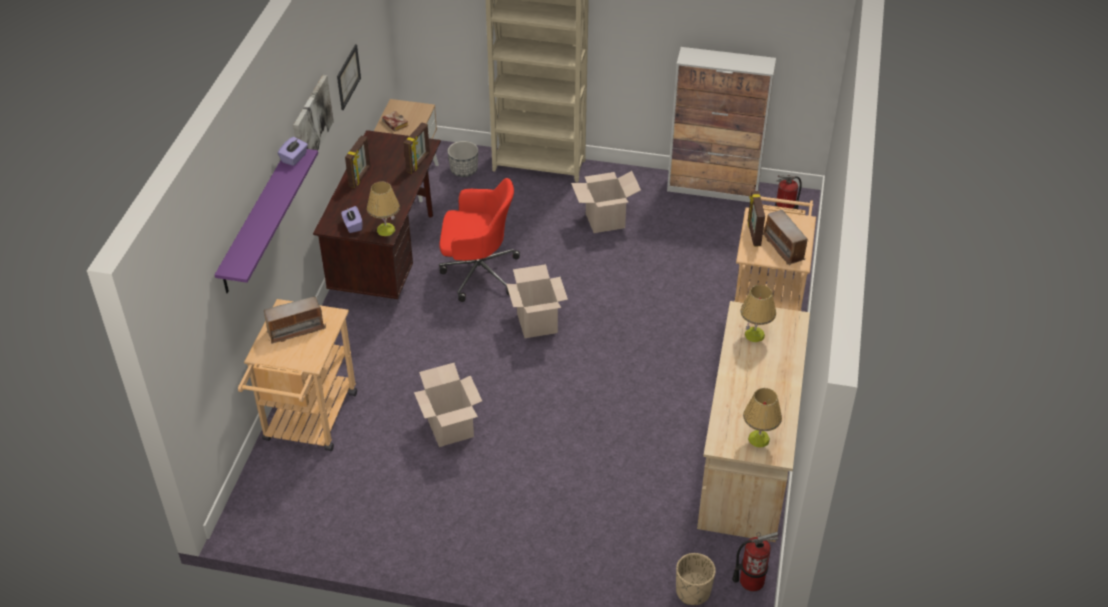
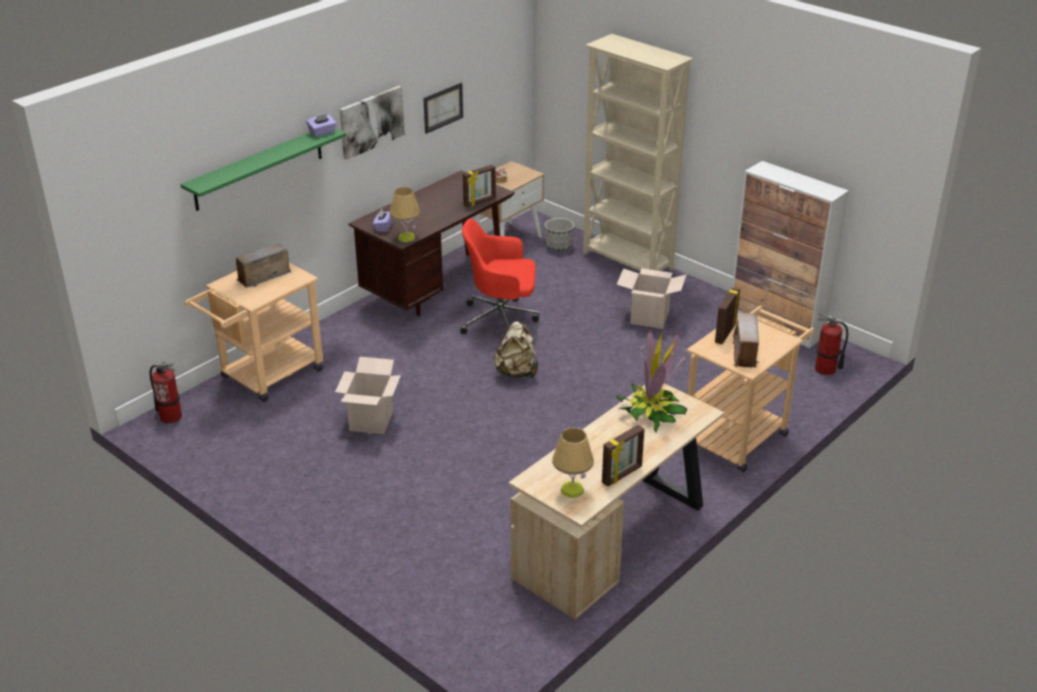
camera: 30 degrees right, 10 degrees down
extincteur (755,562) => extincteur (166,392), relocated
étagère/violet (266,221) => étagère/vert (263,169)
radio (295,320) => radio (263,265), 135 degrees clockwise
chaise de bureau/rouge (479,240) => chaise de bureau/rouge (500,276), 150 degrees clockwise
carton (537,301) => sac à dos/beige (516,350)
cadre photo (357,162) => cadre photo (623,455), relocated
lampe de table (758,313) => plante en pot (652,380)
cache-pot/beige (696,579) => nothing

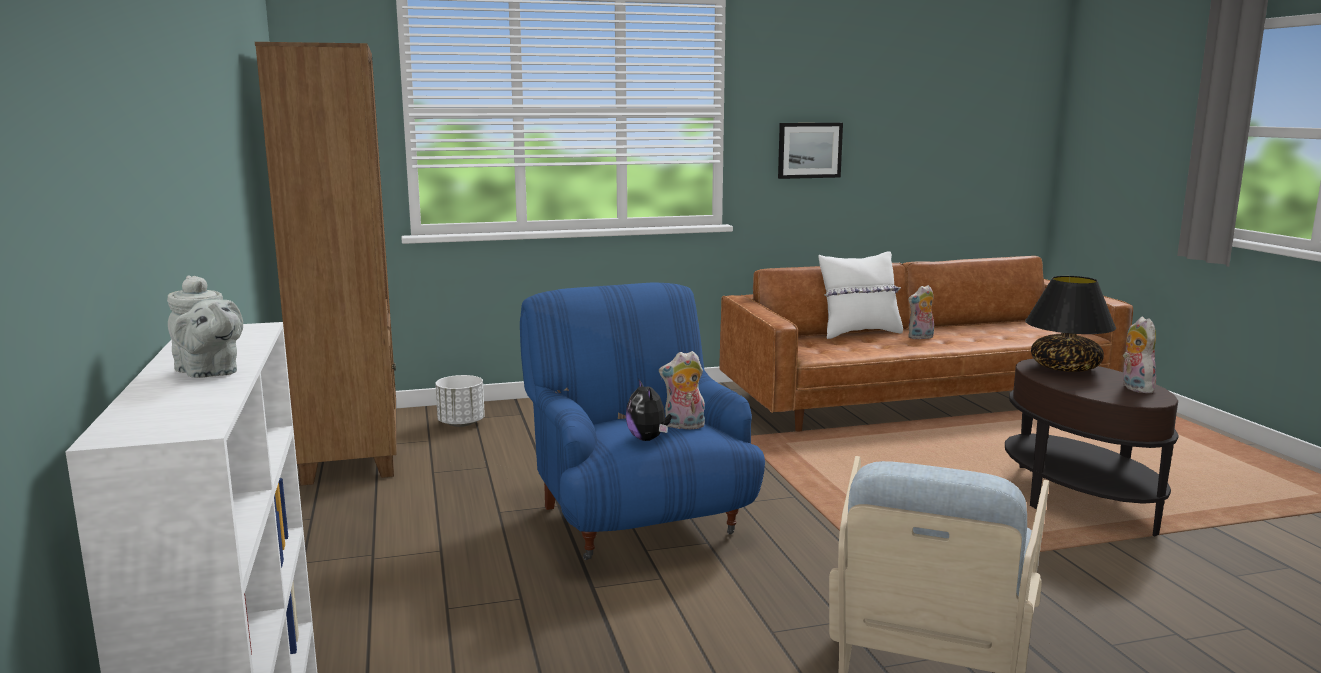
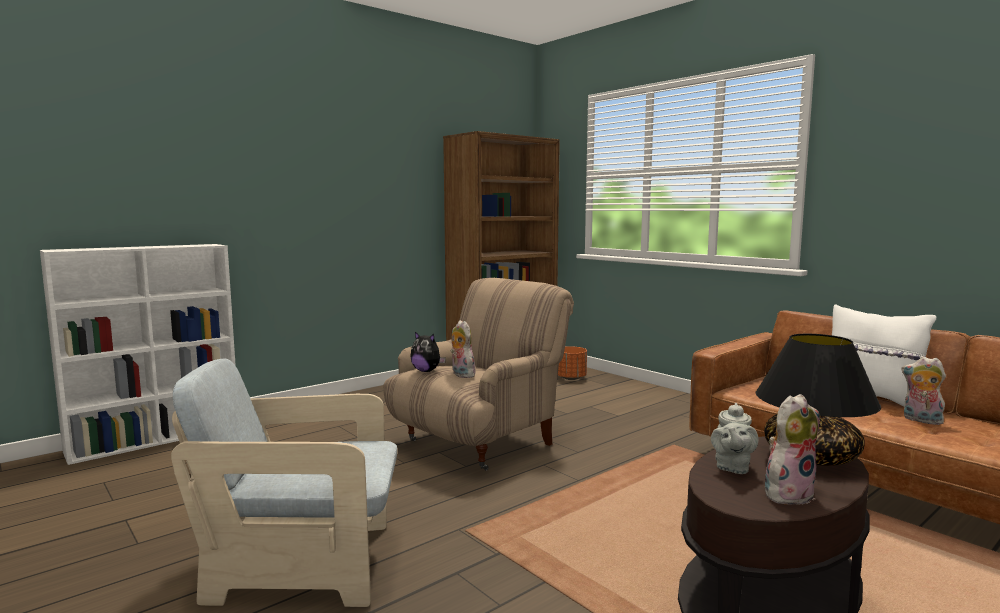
camera: 65 degrees right, 5 degrees down
fauteuil/bleu (642,421) => fauteuil/beige (478,374)
peluche (649,409) => peluche (428,352), 105 degrees counterclockwise
cache-pot/blanc (460,401) => cache-pot/orange (572,363)
théière/gris (205,326) => théière/gris (735,438), relocated
tableau (810,151) => nothing

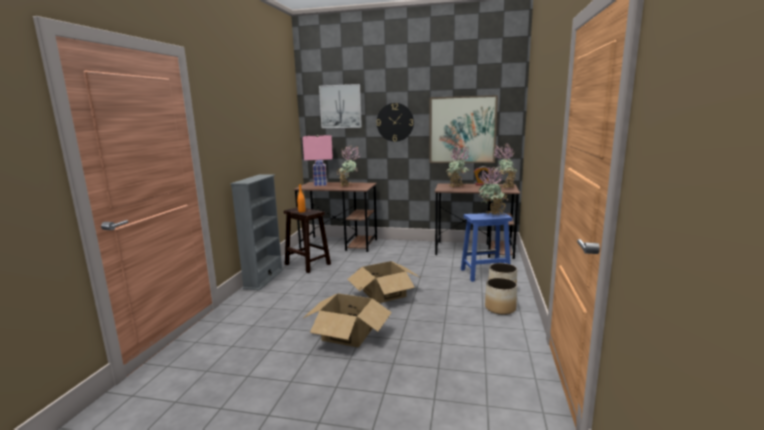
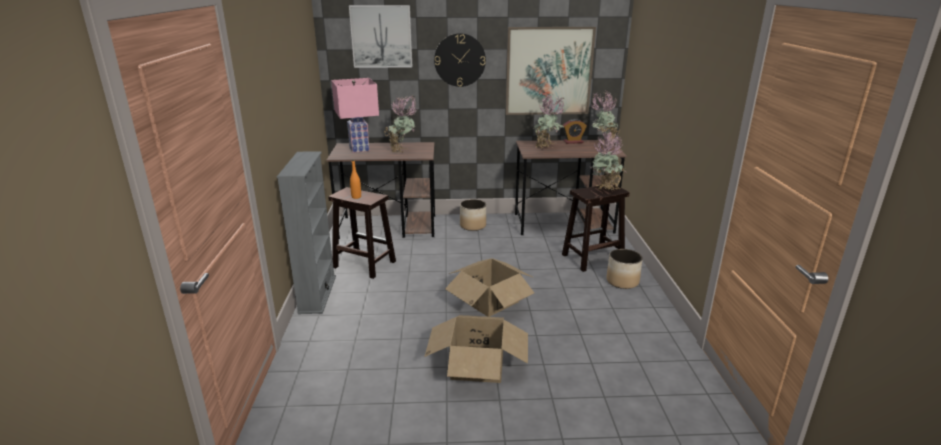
camera: 15 degrees left, 10 degrees up
cache-pot (501,296) => cache-pot (473,215), relocated
tabouret/bleu (486,247) => tabouret/marron (595,227)

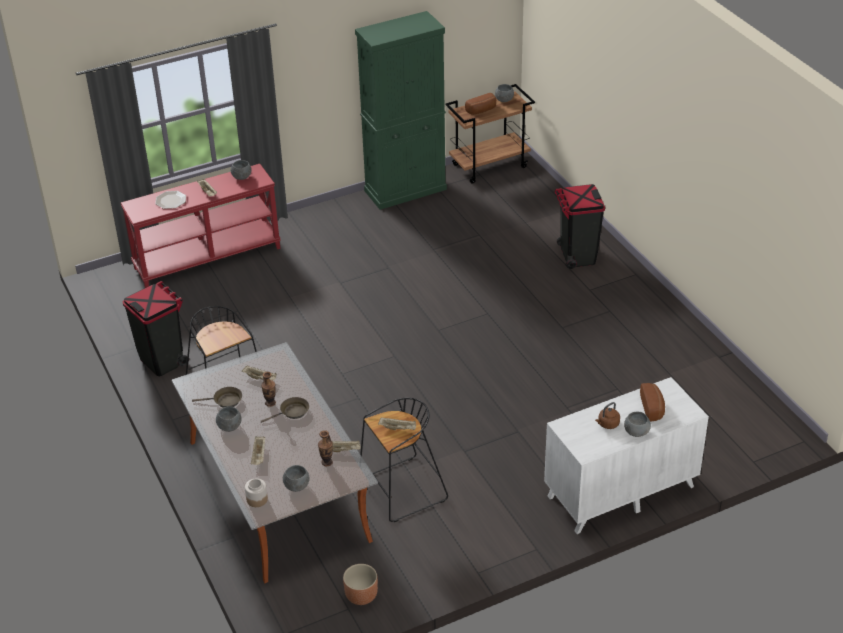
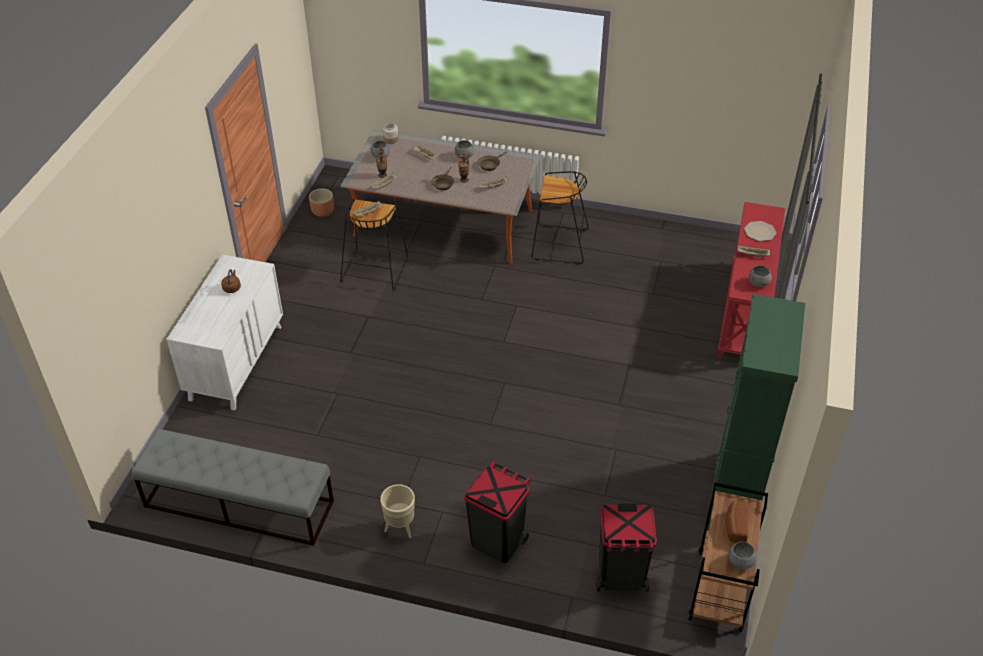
camera: 130 degrees right, 5 degrees up
nothing => banc/gris (233,487)
nothing => cache-pot/beige (397,511)
poubelle/noir (156,328) => poubelle/noir (626,547), relocated
bol/gris (637,424) => nothing
pain (652,402) => nothing

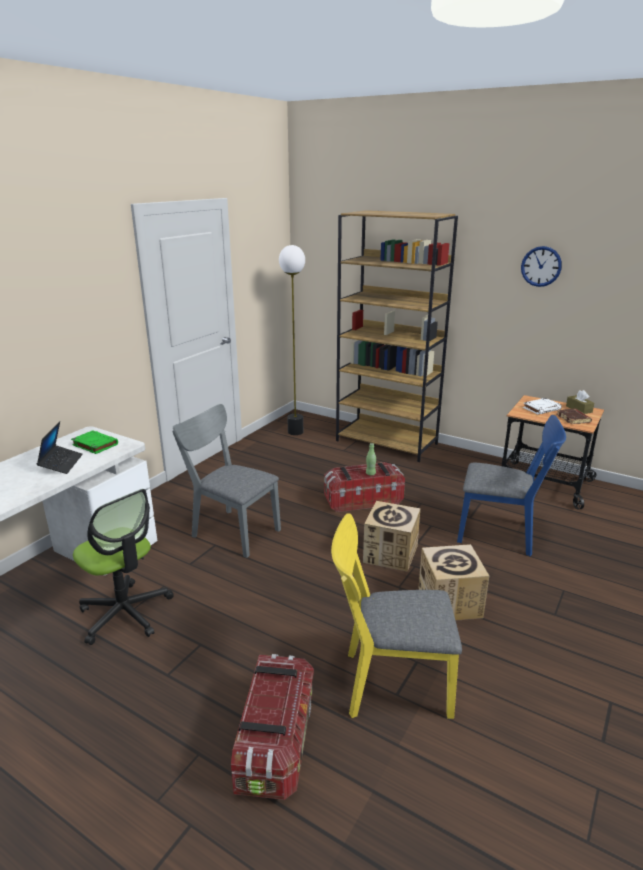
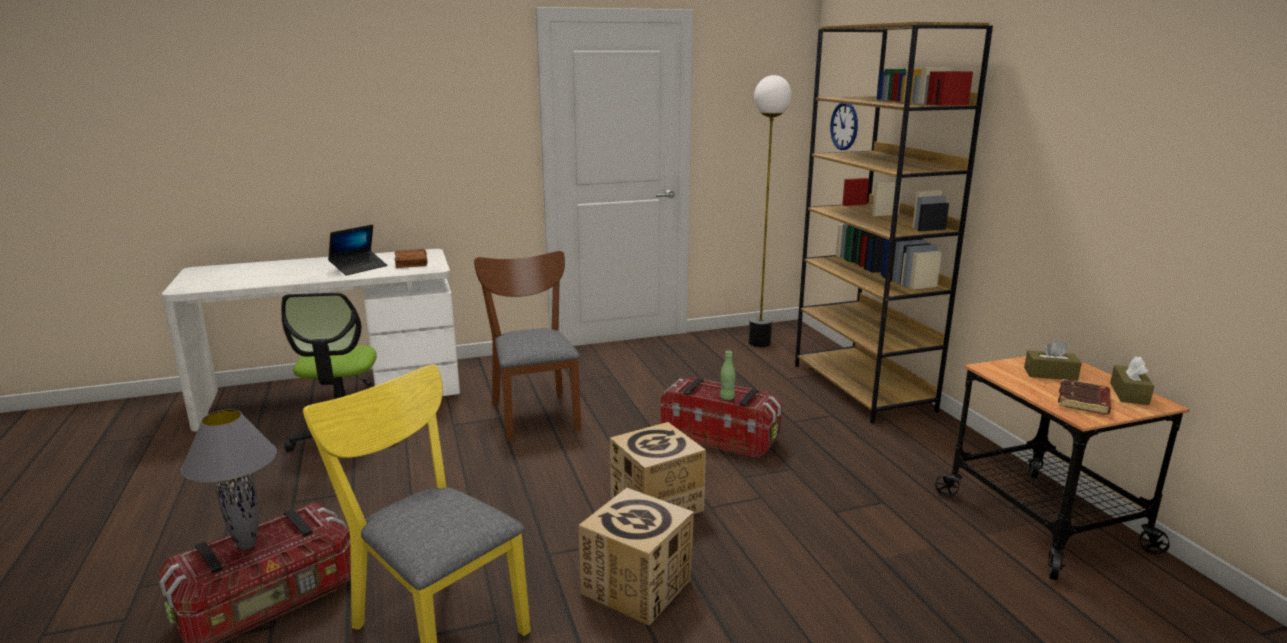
camera: 40 degrees right, 5 degrees down
nothing => lampe de table/gris (229,479)
livre/vert (94,442) => livre/marron (411,258)
chaise/gris (226,481) => chaise/marron (527,346)
horloge murale (541,266) => horloge murale (844,126), relocated
livre/blanc (542,406) => boîte à mouchoirs/marron (1053,360)
chaise/bleu (511,485) => nothing

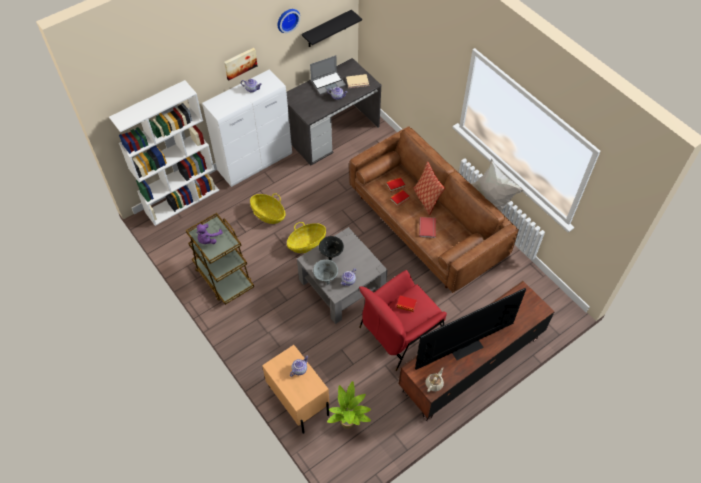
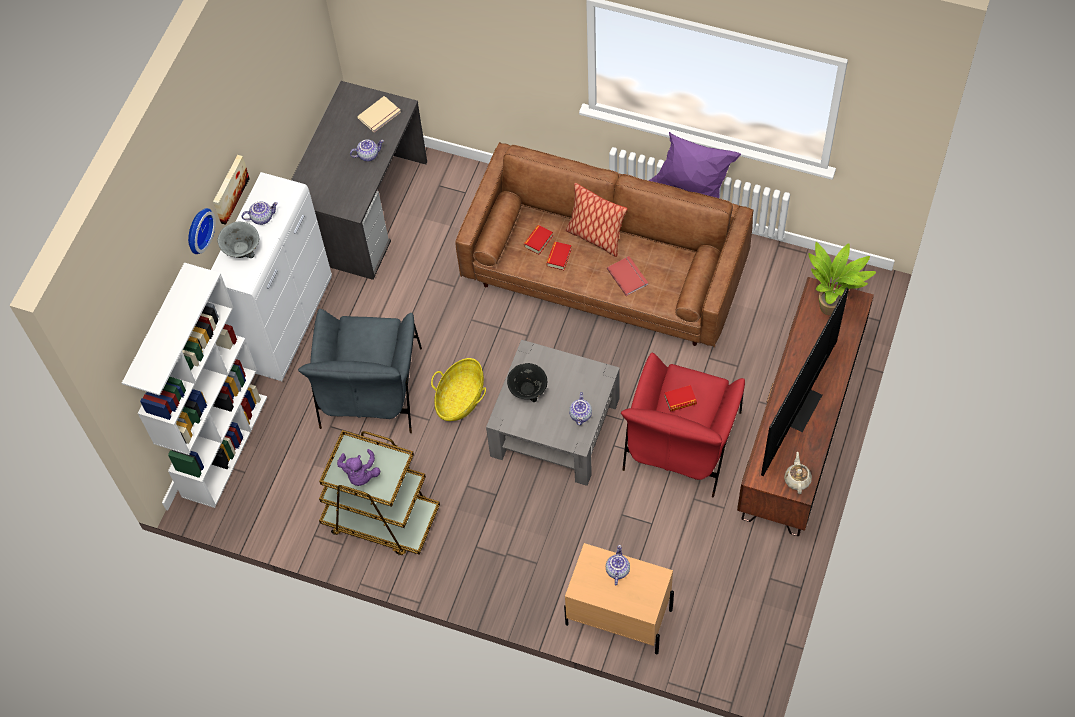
camera: 30 degrees left, 5 degrees up
horloge murale (288,21) => horloge murale (202,231), relocated
bol/gris (325,272) => bol/gris (238,240), relocated
panier (267,208) => fauteuil/gris (360,371)
coussin/blanc (496,185) => coussin/violet (695,165)
plante en pot (349,405) => plante en pot (842,278), relocated
étagère/noir (332,28) => nothing
ordinateur portable (328,75) => nothing

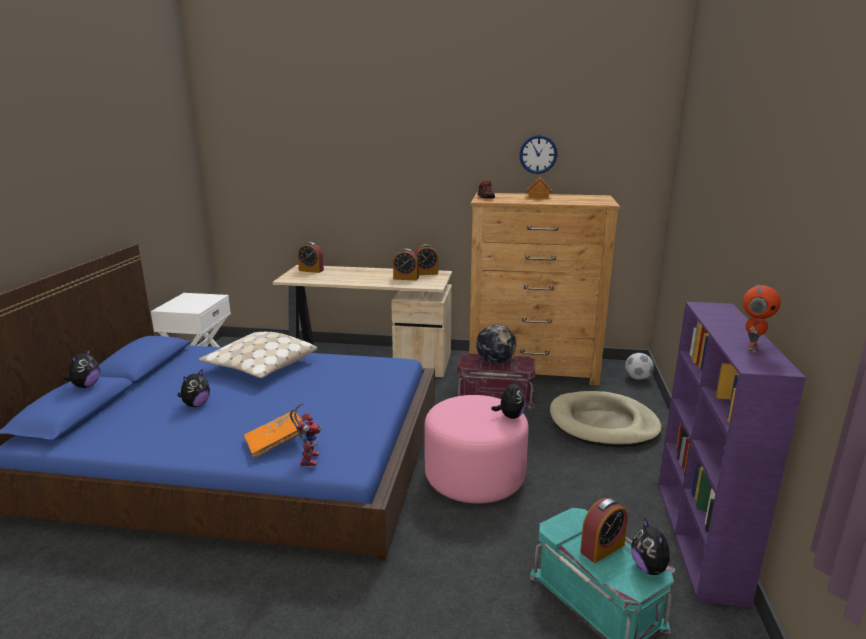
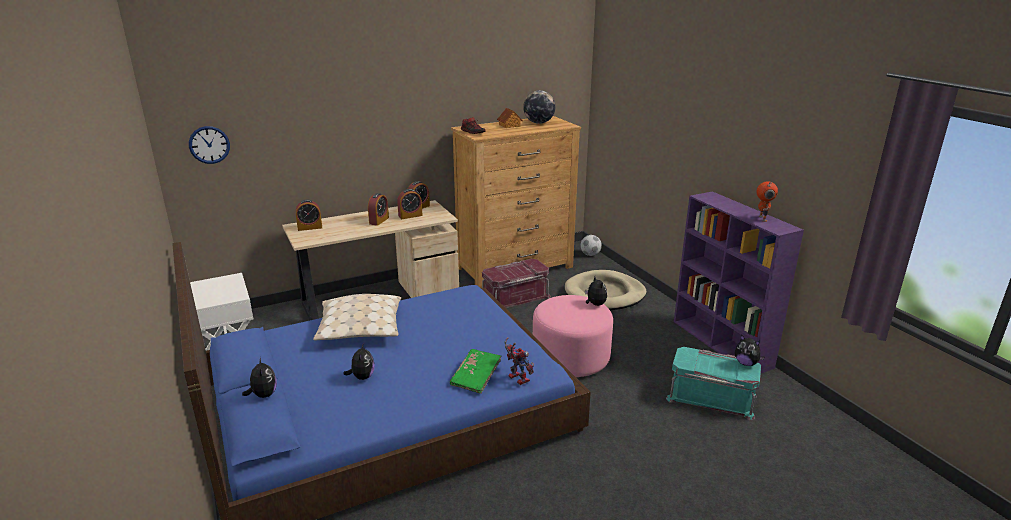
camera: 35 degrees left, 5 degrees up
horloge murale (538,154) => horloge murale (209,145), relocated
réveil (604,530) => réveil (378,209), relocated
livre/orange (273,434) => livre/vert (476,371)
globe (496,344) => globe (539,107), relocated

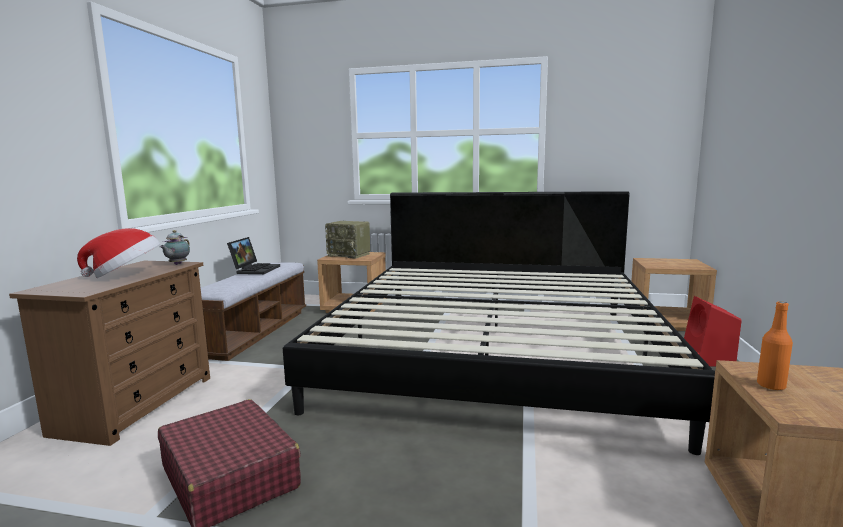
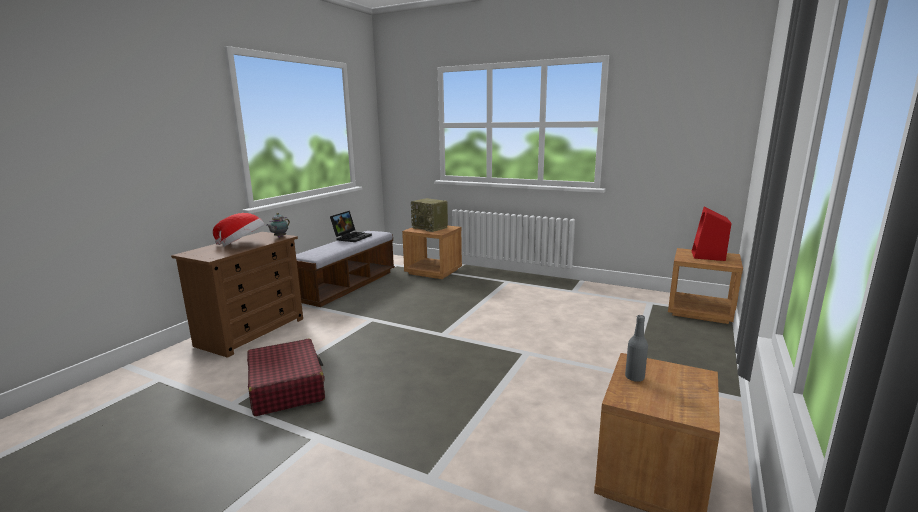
camera: 15 degrees right, 5 degrees up
bouteille/orange (775,345) => bouteille/gris (636,348)
enceinte/rouge (713,331) => enceinte/rouge (711,234), relocated
lit (499,323) => nothing

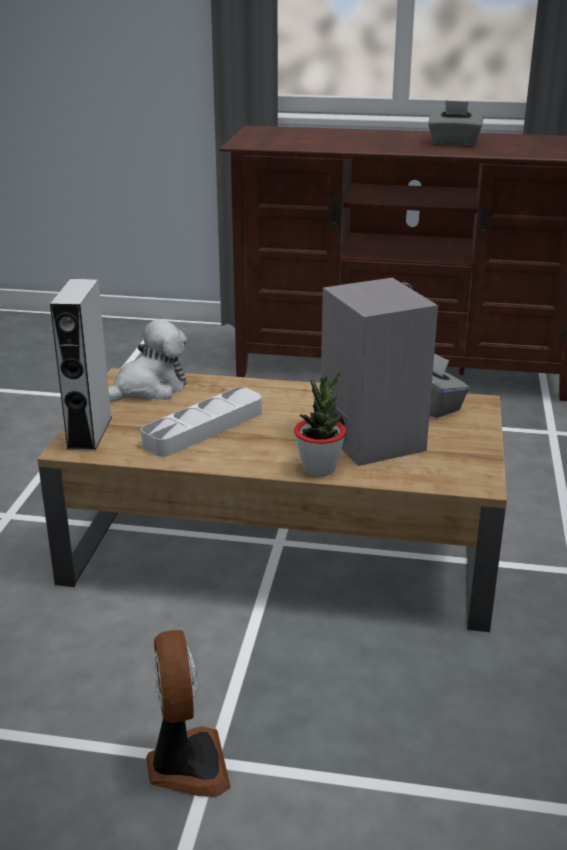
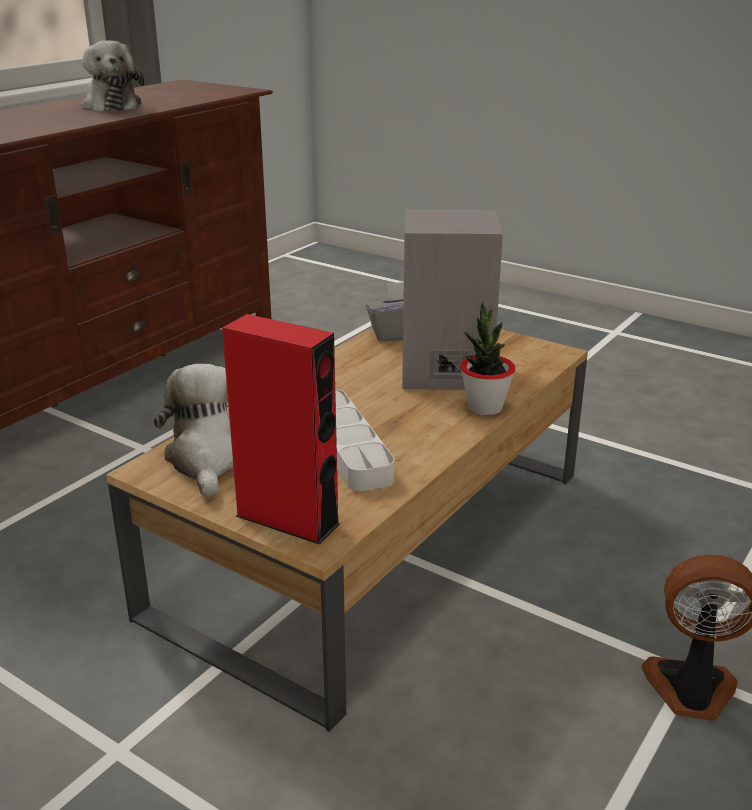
camera: 65 degrees left, 0 degrees up
boîte à mouchoirs/gris (456,123) => peluche (112,76)
enceinte/gris (81,365) => enceinte/rouge (281,429)

